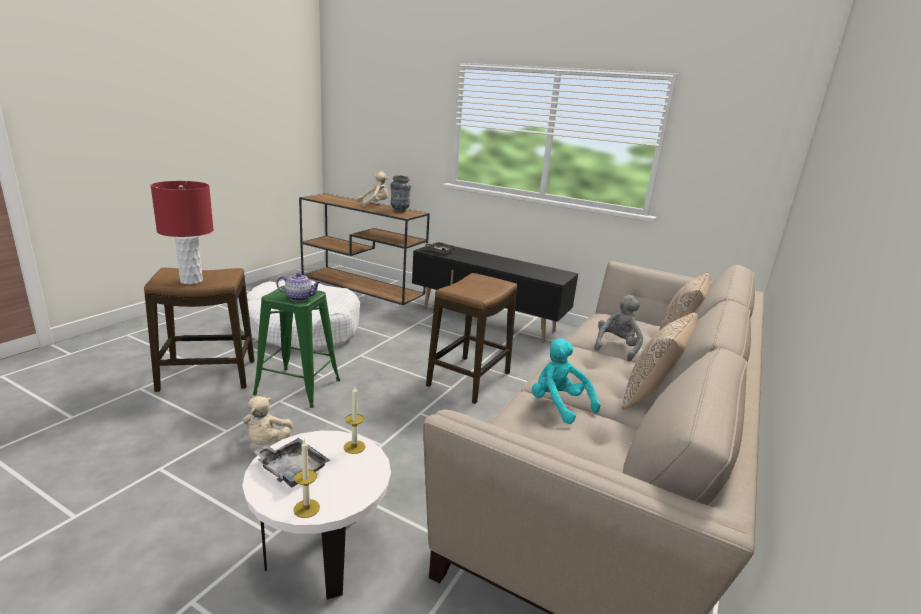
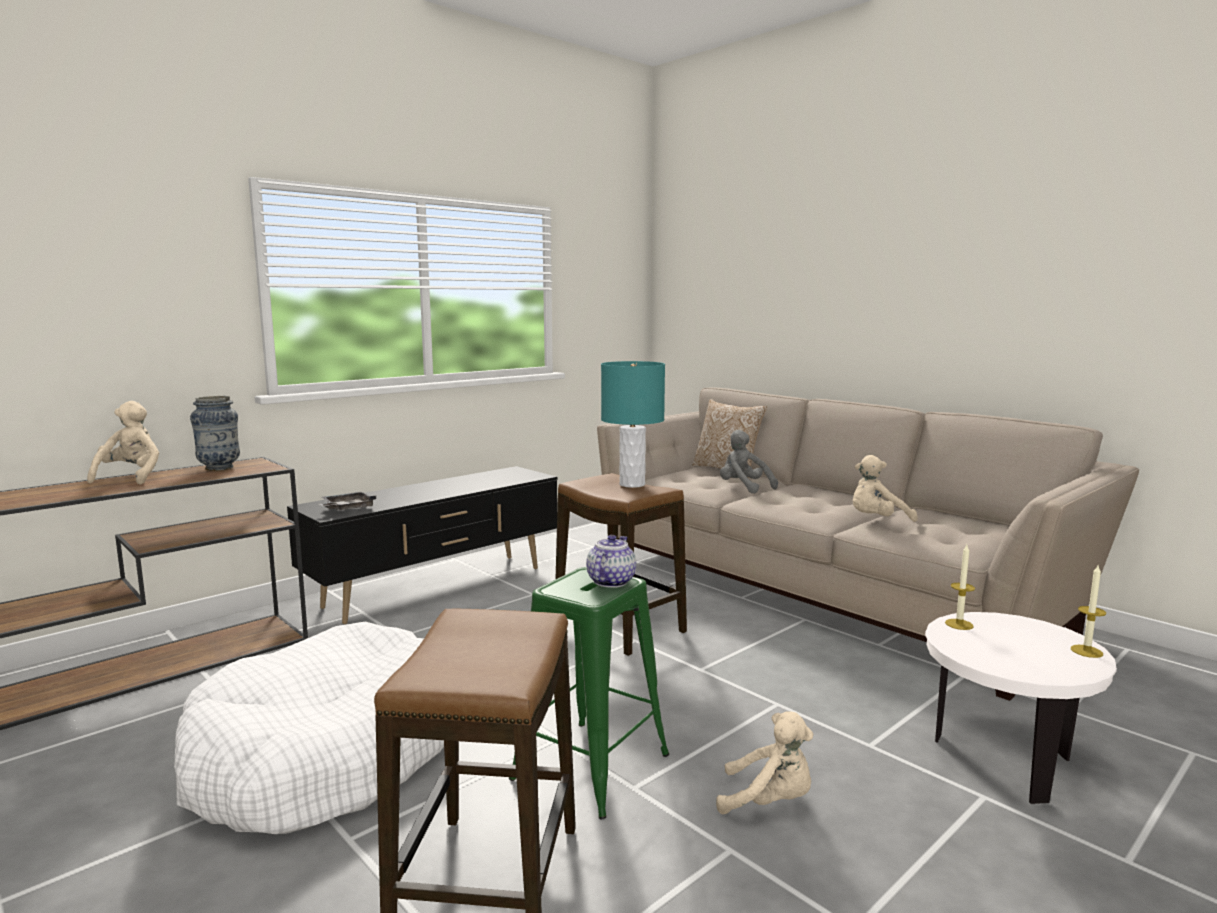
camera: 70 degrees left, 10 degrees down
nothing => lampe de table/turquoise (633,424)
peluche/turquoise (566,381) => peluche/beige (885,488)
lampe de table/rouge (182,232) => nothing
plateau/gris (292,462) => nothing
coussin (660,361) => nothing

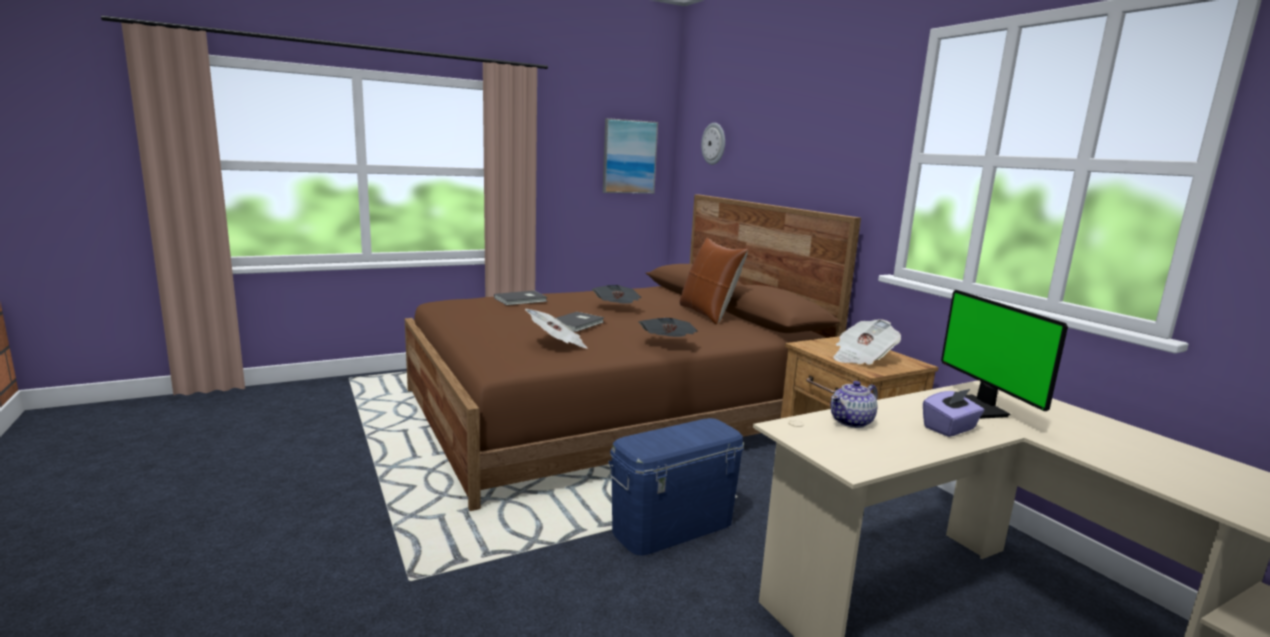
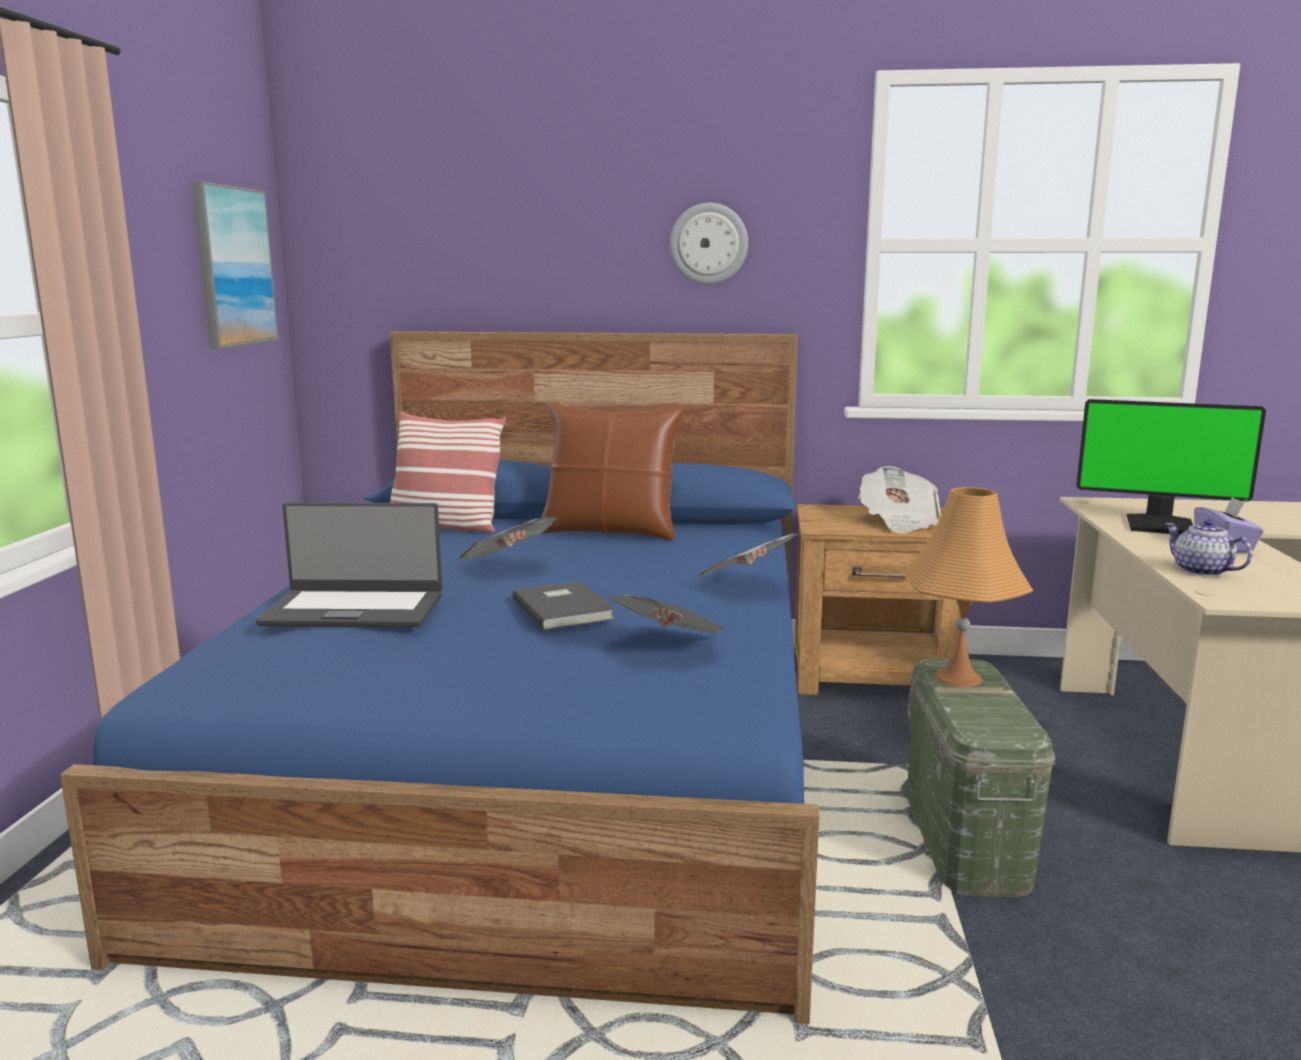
camera: 55 degrees left, 0 degrees up
lit/marron (633,352) => lit/bleu (439,677)
livre/gris (521,298) => ordinateur portable (349,564)
nothing => coussin (448,472)
horloge murale (713,144) => horloge murale (709,243), relocated
nothing => lampe de table/orange (968,587)
boîte de rangement/bleu (676,487) => boîte de rangement/vert (981,778)
théière (854,404) => théière (1209,547), 150 degrees clockwise

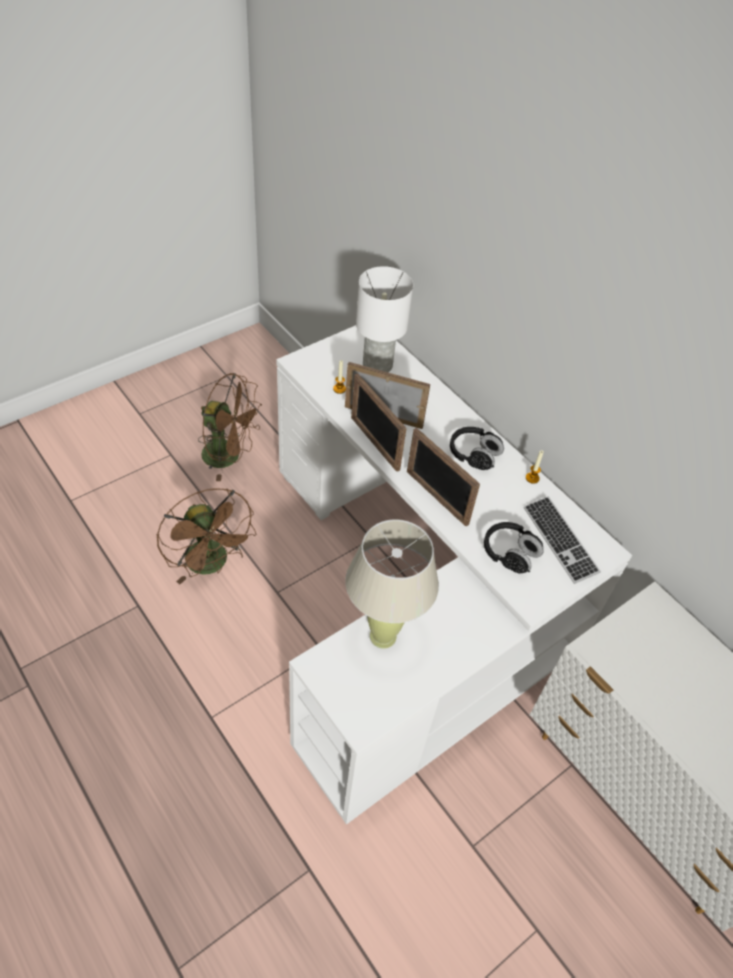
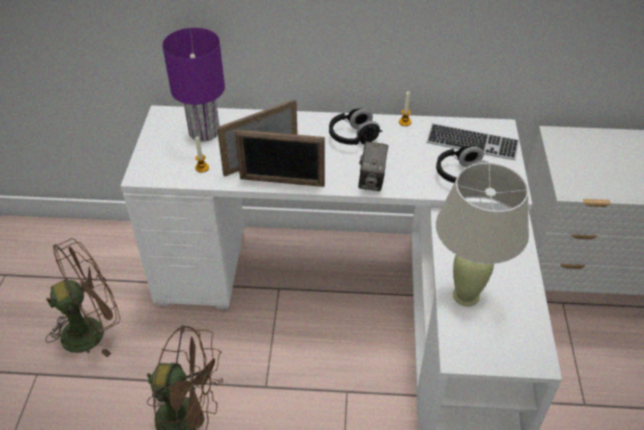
camera: 45 degrees left, 5 degrees down
lampe de table/blanc (384,319) => lampe de table/violet (193,85)
cadre photo (443,477) => appareil photo (373,166)

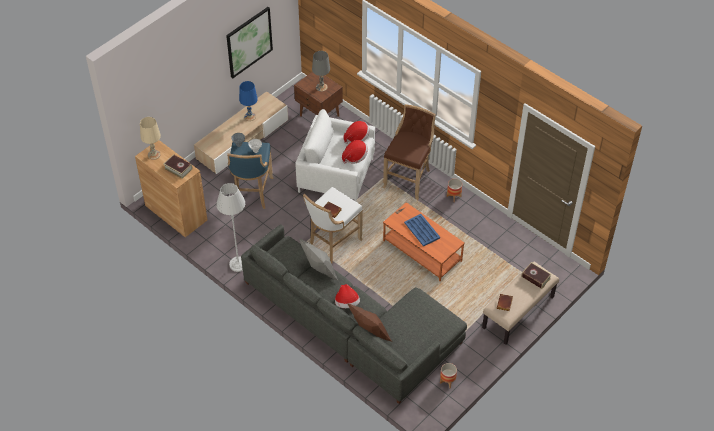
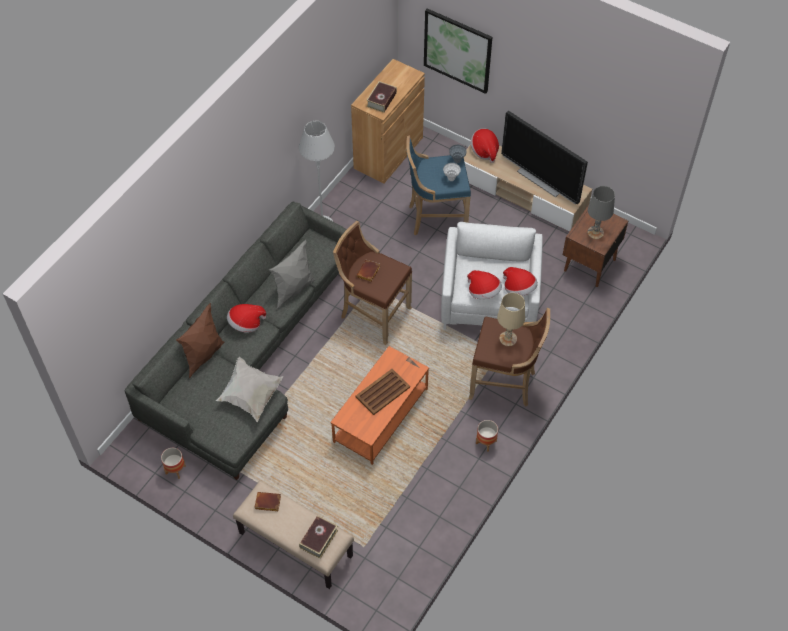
camera: 80 degrees right, 5 degrees up
nothing => coussin/blanc (249,389)
tabouret/blanc (333,225) => tabouret/marron (372,283)
plateau/bleu (422,230) => plateau/marron (383,392)
tableau (249,42) => tableau (458,51), relocated
nothing => chapeau (485,145)
lampe de table/beige (150,138) => lampe de table/beige (511,319), relocated
lampe de table/bleu (248,101) => téléviseur (544,157)

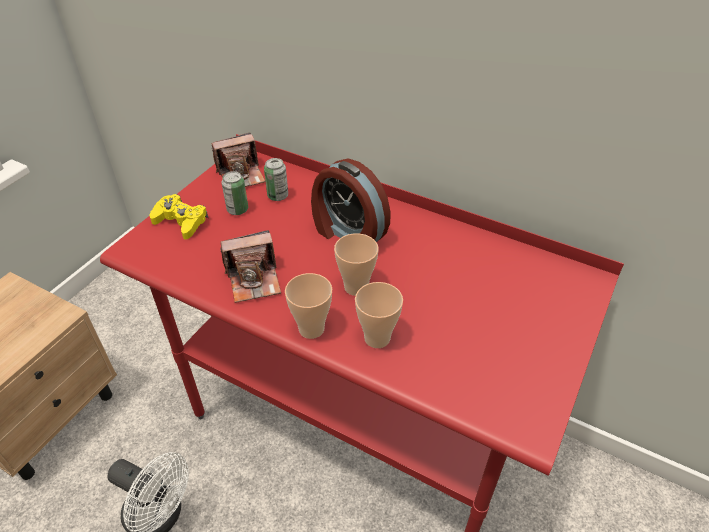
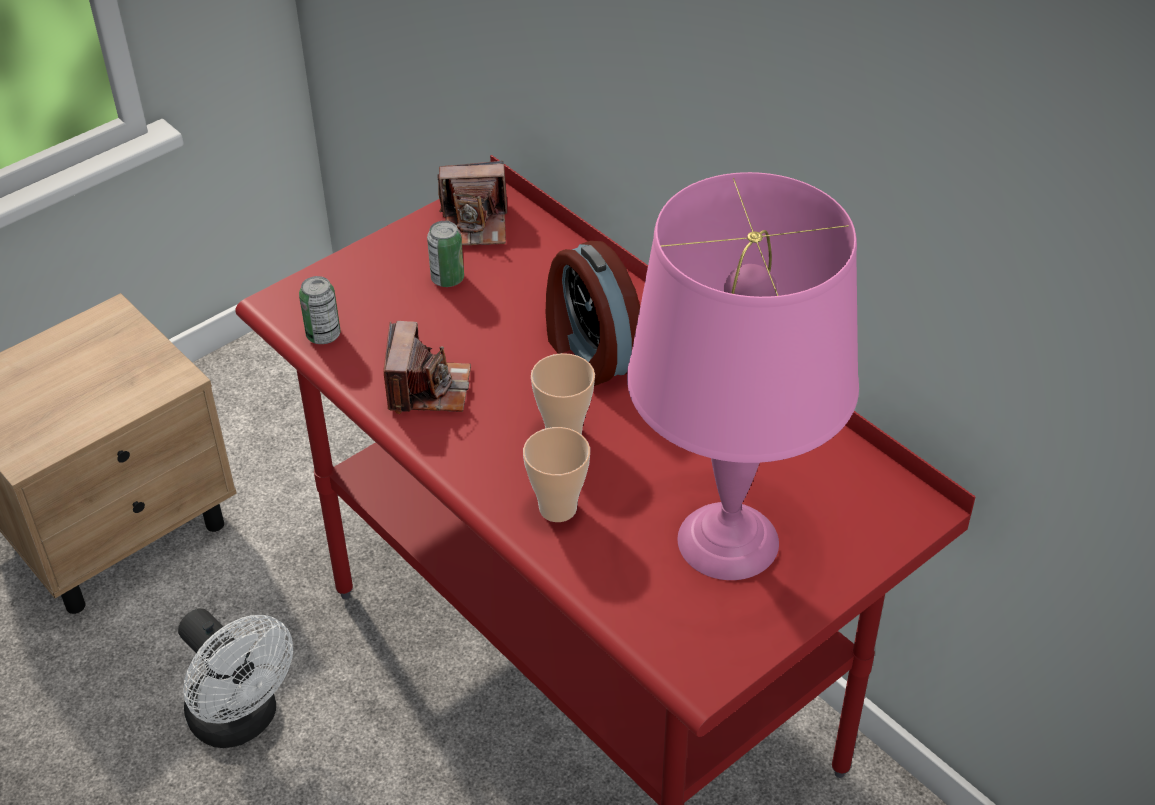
camera: 20 degrees right, 0 degrees up
boîte métallique (276,179) => boîte métallique (320,310), relocated
appareil photo (250,266) => appareil photo (427,367), 90 degrees counterclockwise
nothing => lampe de table/rose (743,376)
manette/jaune (178,217) => nothing
tasse (308,306) => nothing

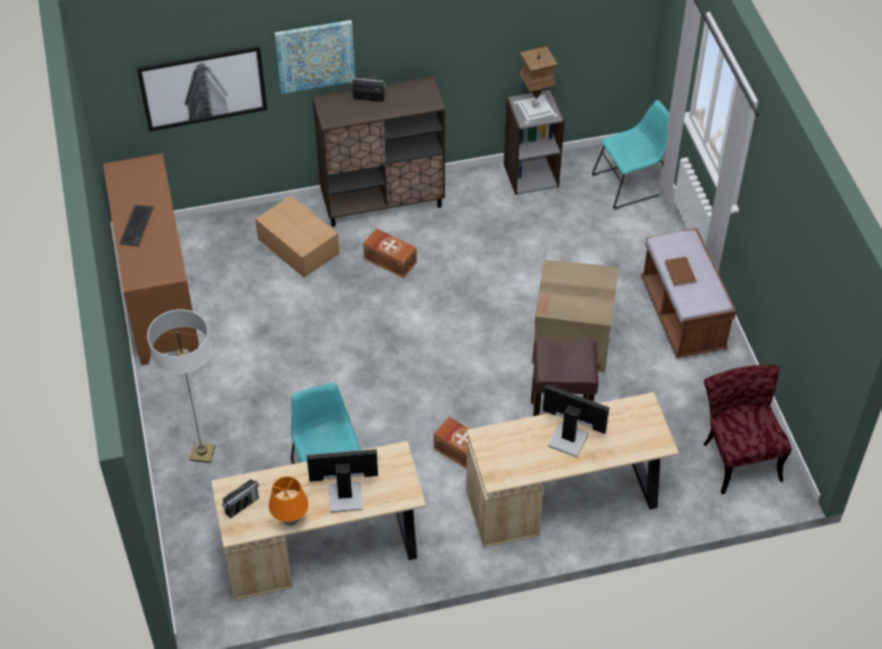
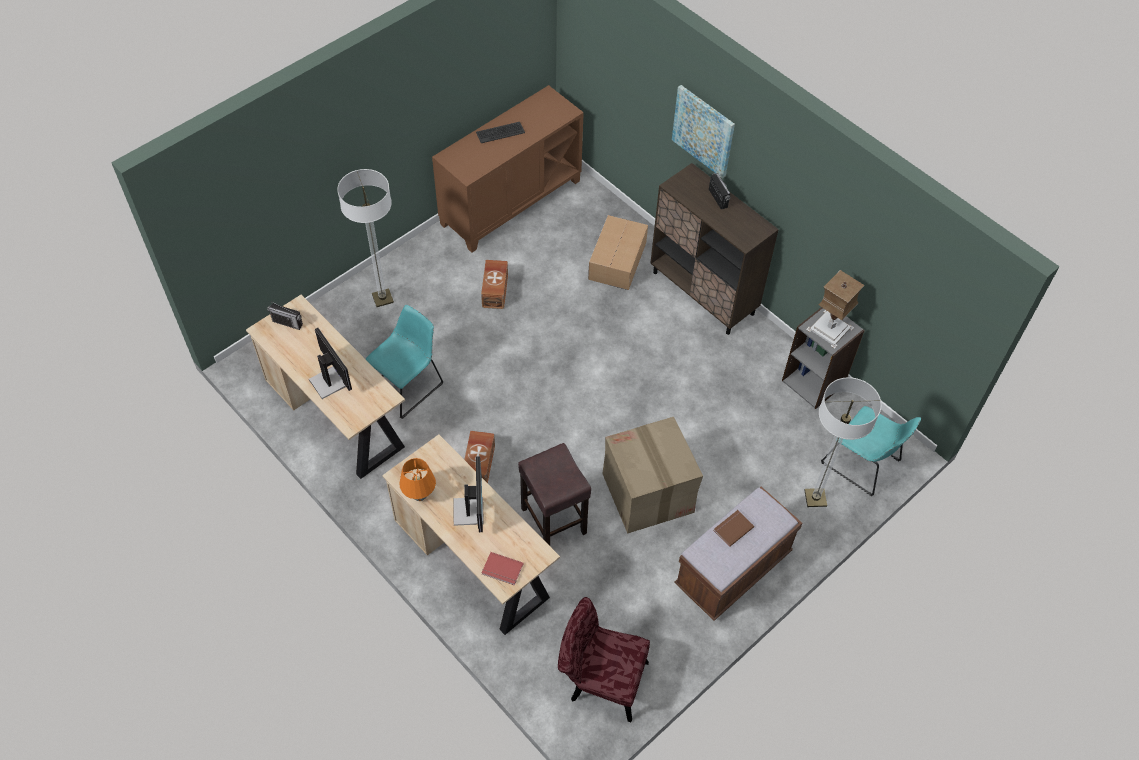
camera: 60 degrees right, 5 degrees up
lampe de table/orange (289,501) => lampe de table/orange (417,479), relocated
boîte de rangement/marron (390,253) => boîte de rangement/marron (494,284), relocated
nothing => livre/rouge (503,569)
chaise/rouge (747,429) => chaise/rouge (604,660), 120 degrees counterclockwise
nothing => lampadaire (843,442)
tableau (202,89) => nothing

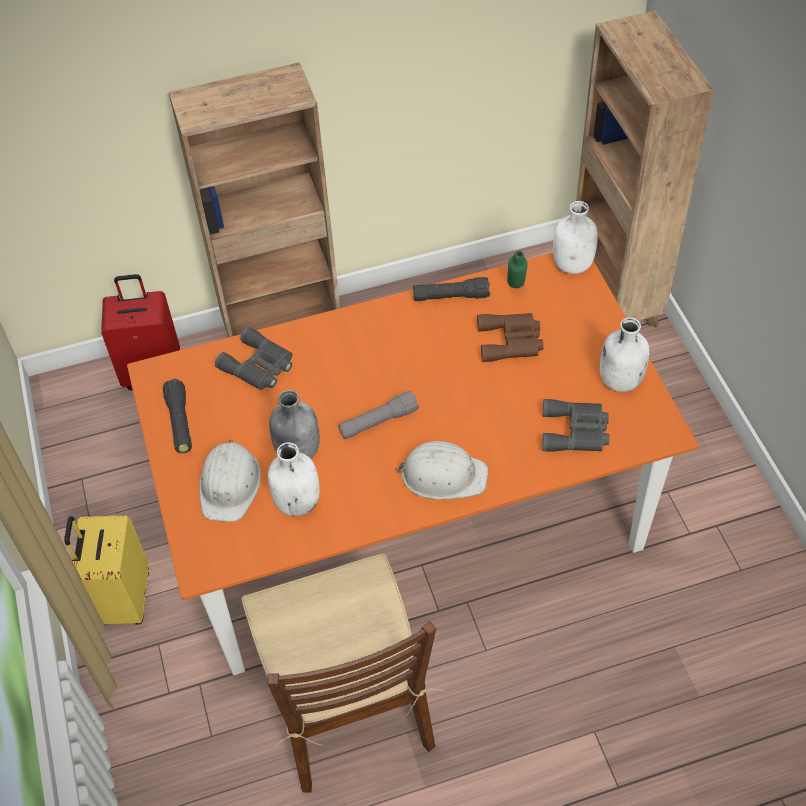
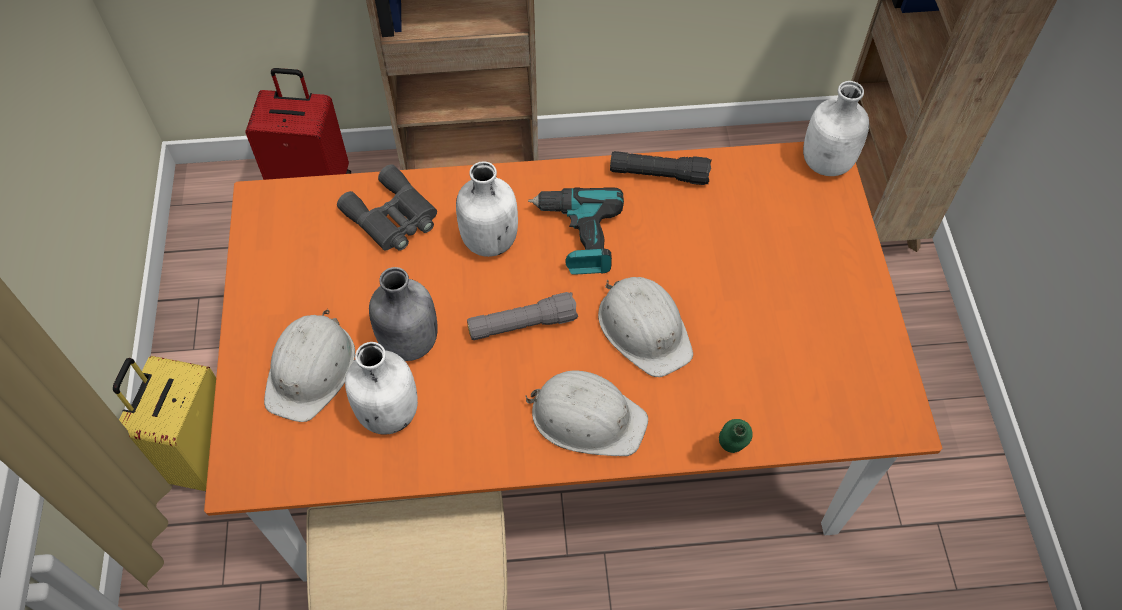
camera: 10 degrees right, 5 degrees up
bouteille/blanc (624,354) => bouteille/blanc (487,209), relocated
nothing => perceuse (576,231)
nothing => casque de chantier/blanc (645,327)
bouteille/vert (517,269) => bouteille/vert (736,436), relocated
lampe de poche/noir (177,416) => nothing
jumelles/marron (510,337) => nothing
jumelles/gris (576,425) => nothing

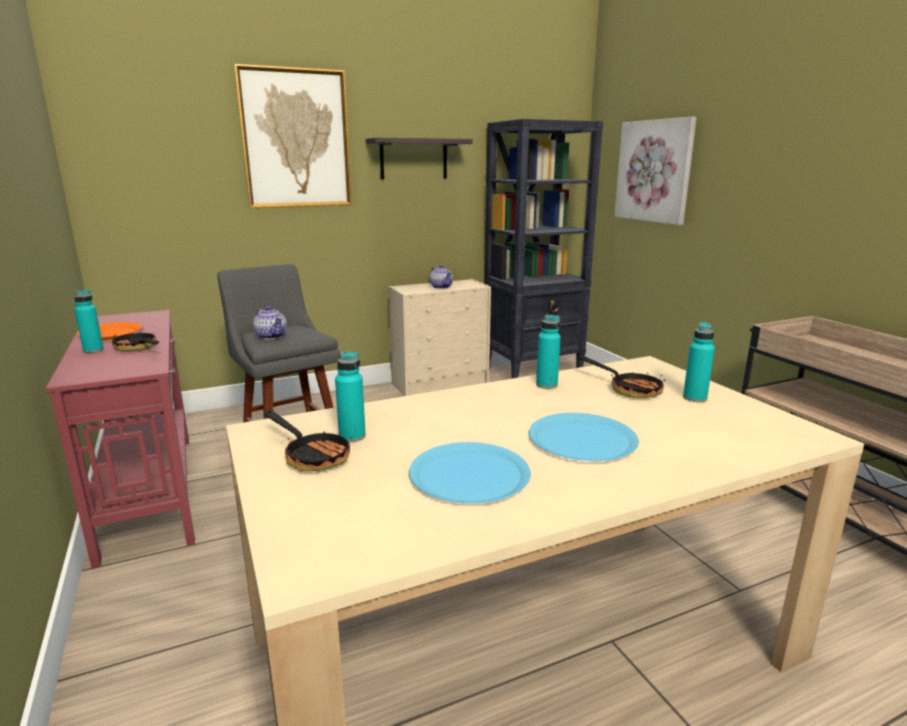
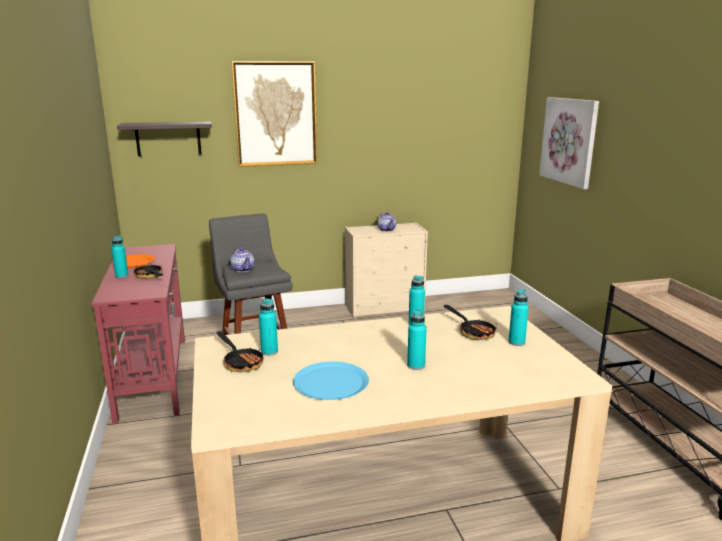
camera: 10 degrees right, 0 degrees up
étagère (419,158) => étagère (164,139), relocated
assiette/bleu (584,437) => bouteille/turquoise (417,339)
bibliothèque/noir (544,248) => nothing

